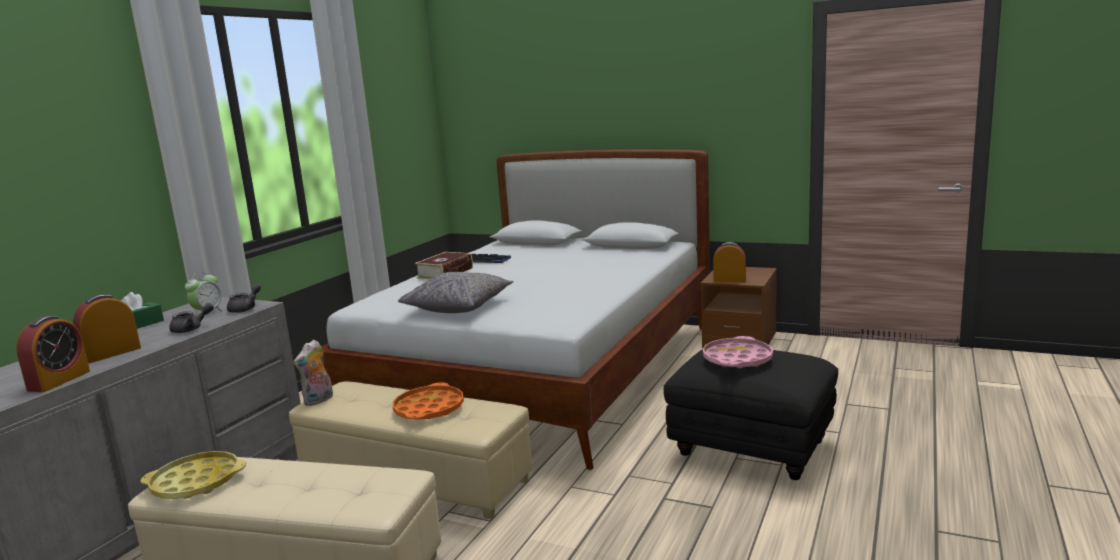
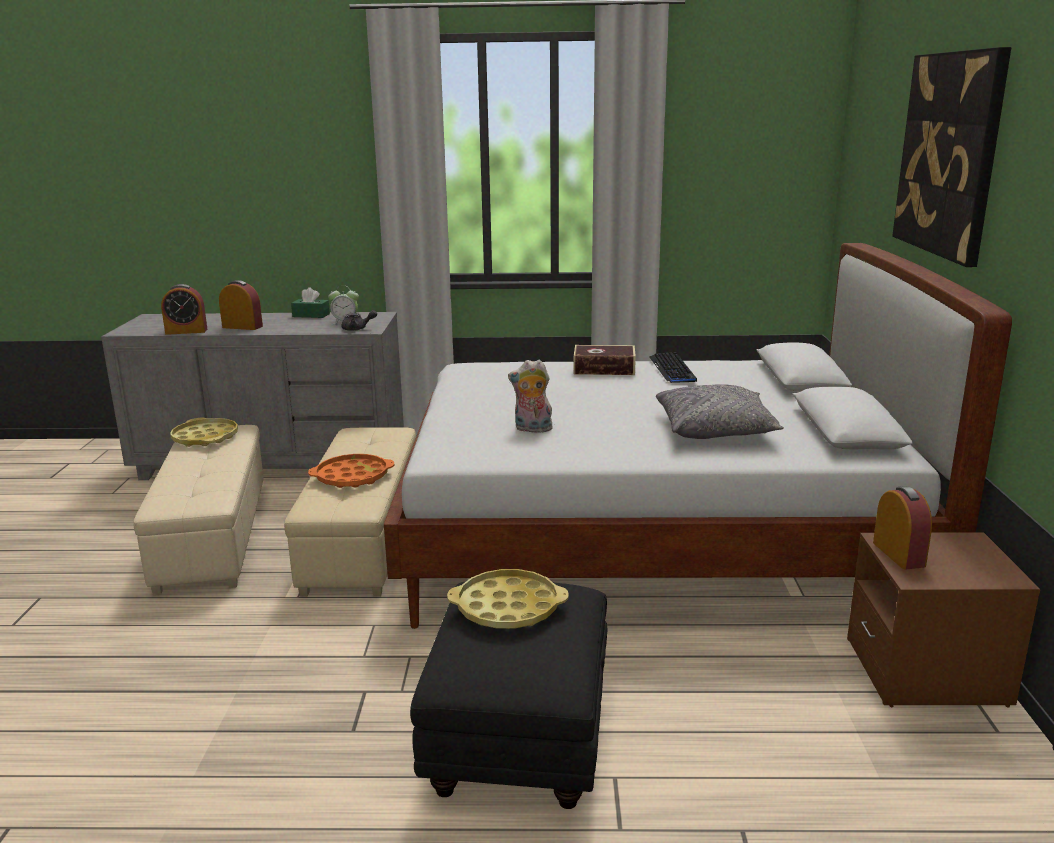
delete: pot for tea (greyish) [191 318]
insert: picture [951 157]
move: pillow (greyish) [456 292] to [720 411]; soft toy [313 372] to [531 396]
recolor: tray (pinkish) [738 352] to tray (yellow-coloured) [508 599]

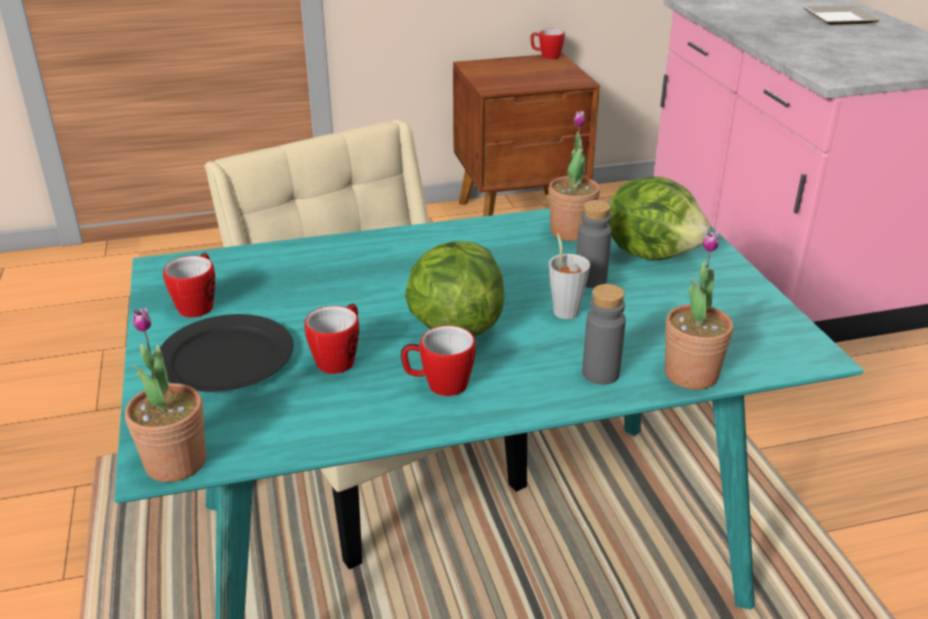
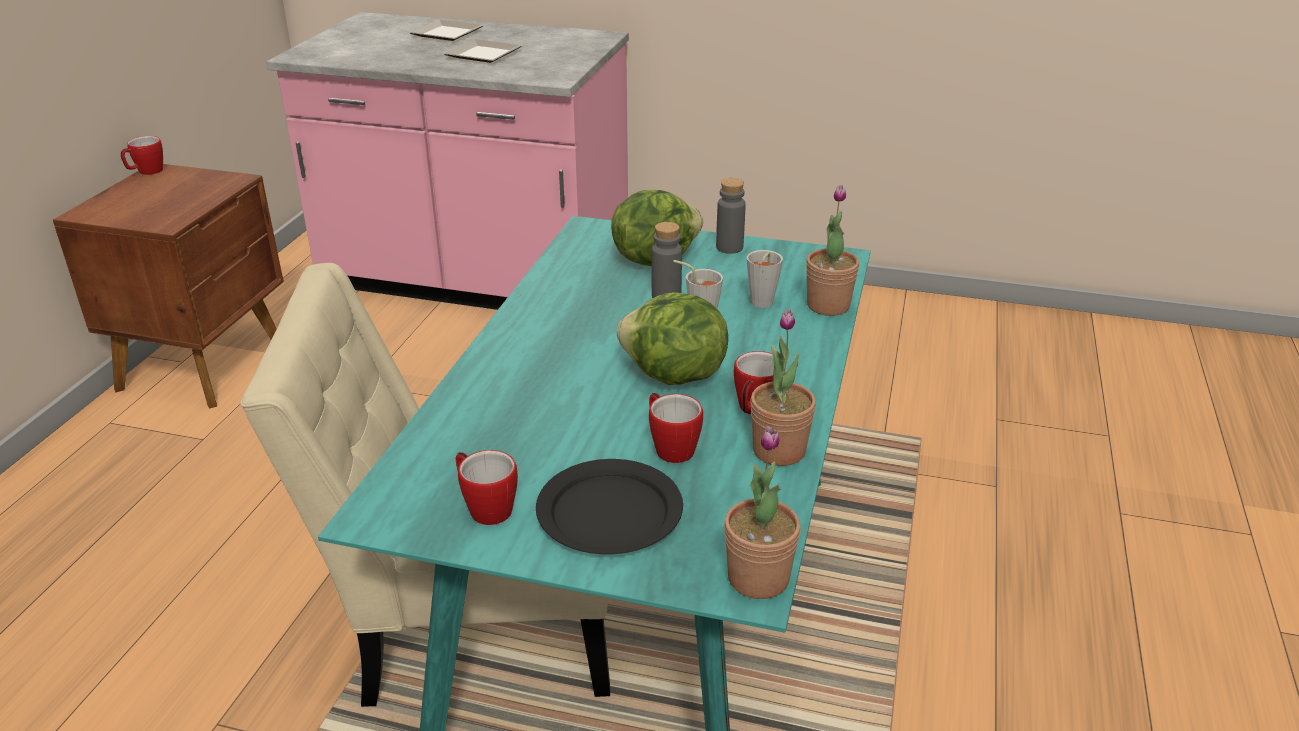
insert: flat dish [482 51]; small cup (greyish) [765 279]
move: houseplant [574 176] to [783 387]; beverage bottle (greyish) [604 334] to [731 216]

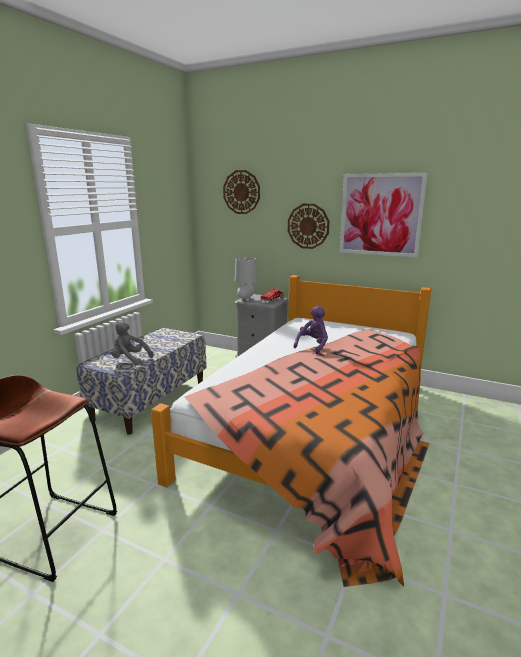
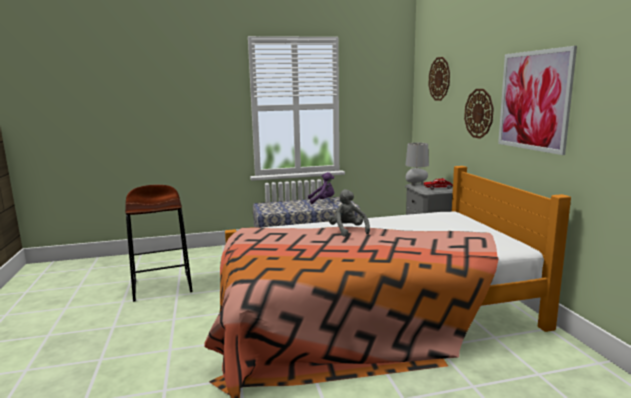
move: soft toy (purple-coloured) [310 330] to [321 188]; soft toy (greyish) [132 343] to [349 213]

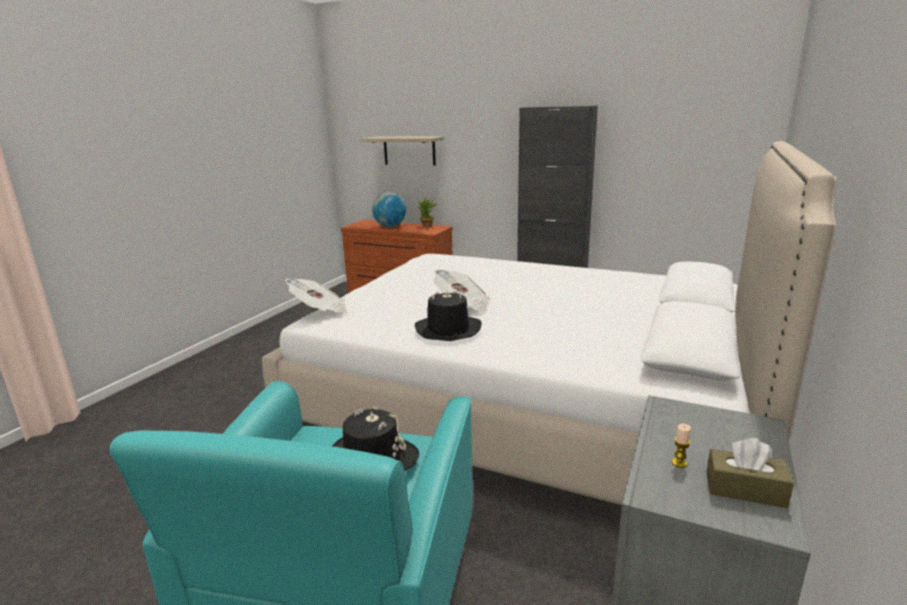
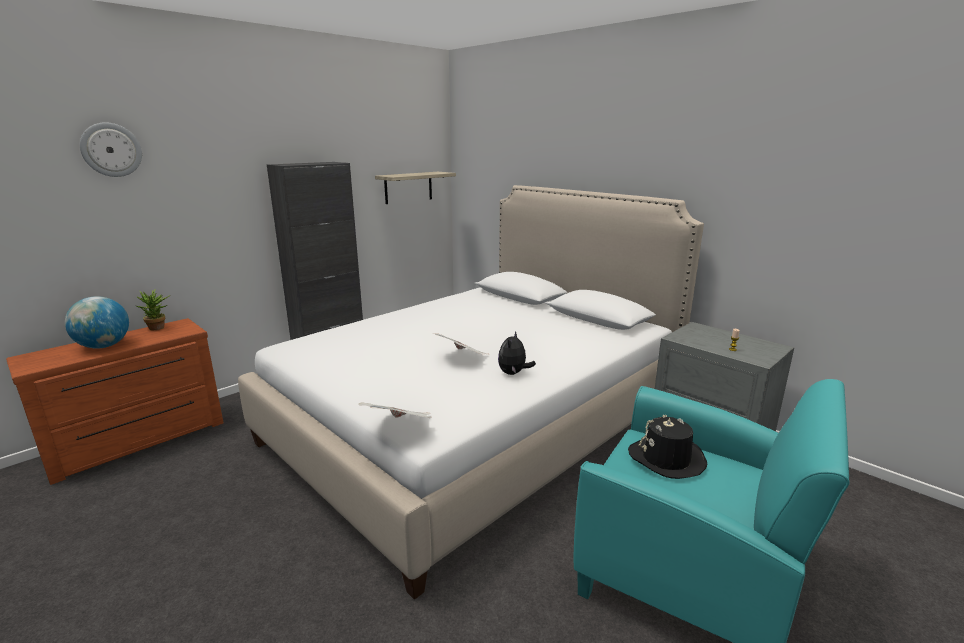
delete: box of tissues (brownish) [750 473]
insert: clock on the wall [111 149]
move: bracket shelf [402 151] to [415 188]
replace: wearable hat (black) [448 316] to soft toy [517 353]

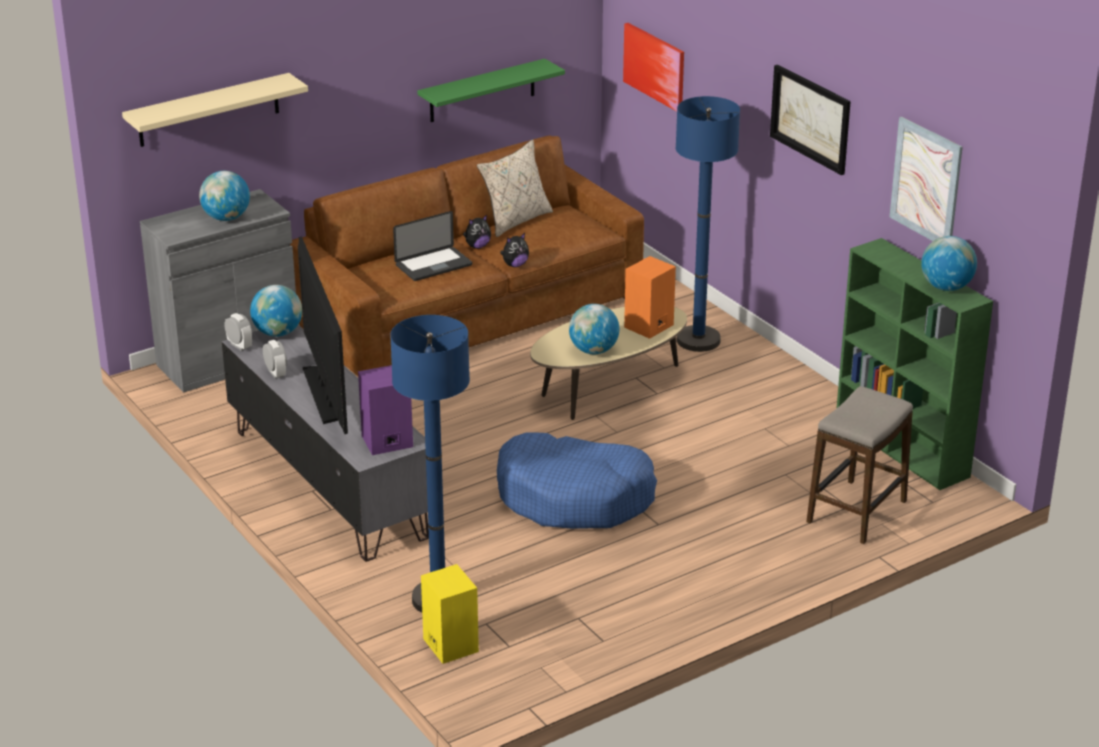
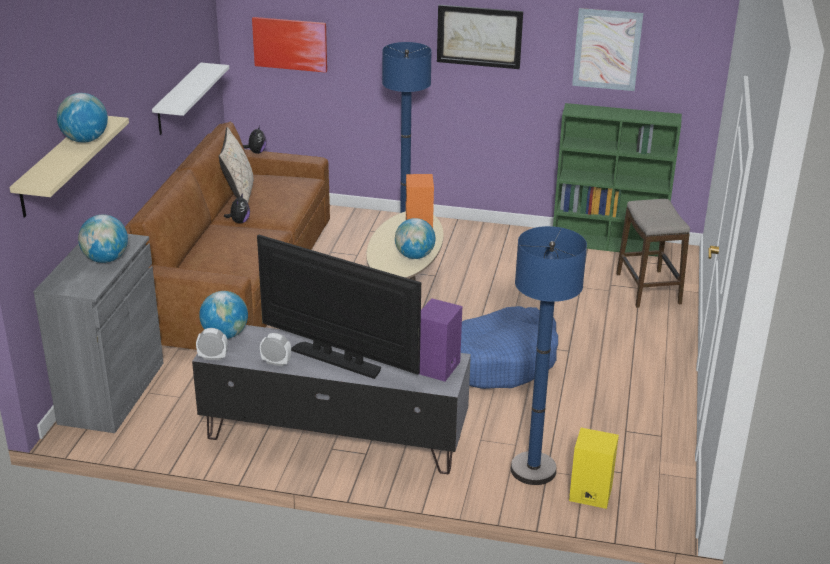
delete: portable computer [432 246]
move: soft toy [514 250] to [255 140]; globe [949 263] to [82 118]
recolor: bracket shelf (green-coloured) [491 90] to bracket shelf (white-coloured) [190 98]

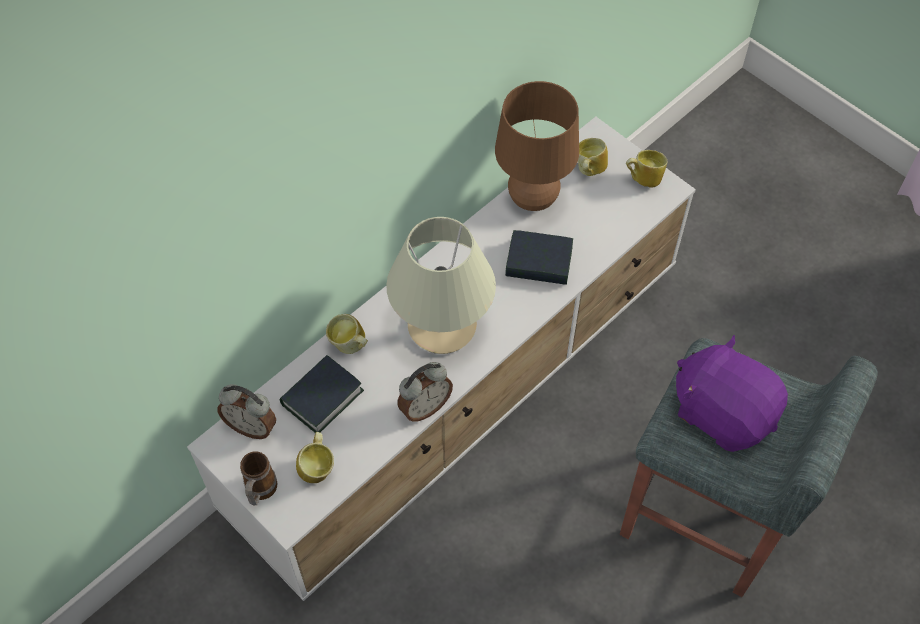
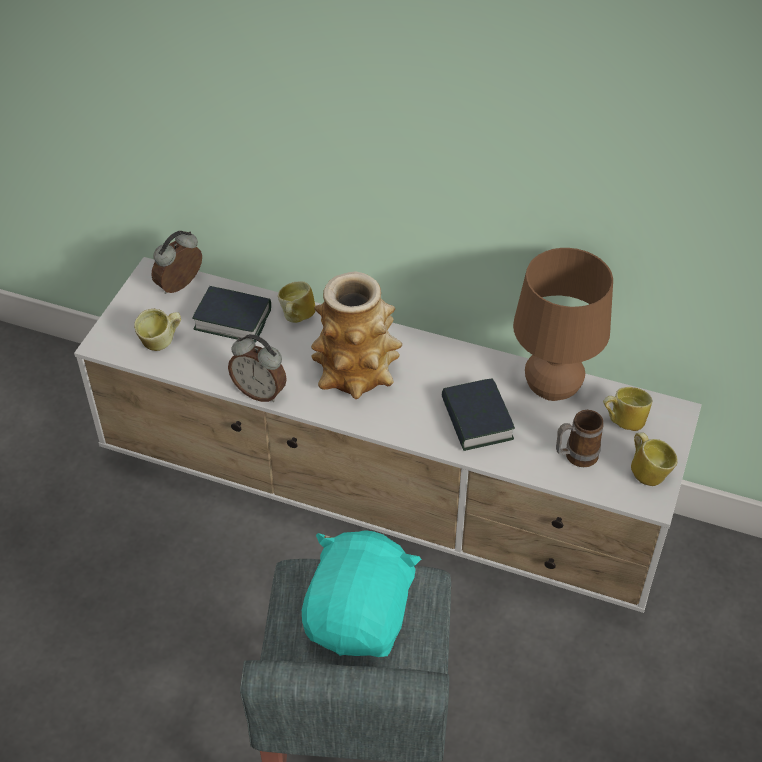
move: coffee mug [258 478] to [580 438]
replace: table lamp (beige) [441 285] to vase [356 335]
recolor: soft toy (purple-coloured) [732 393] to soft toy (turquoise) [361 593]
rotate: bedside clock [246 411] = [176 262] 45 degrees clockwise

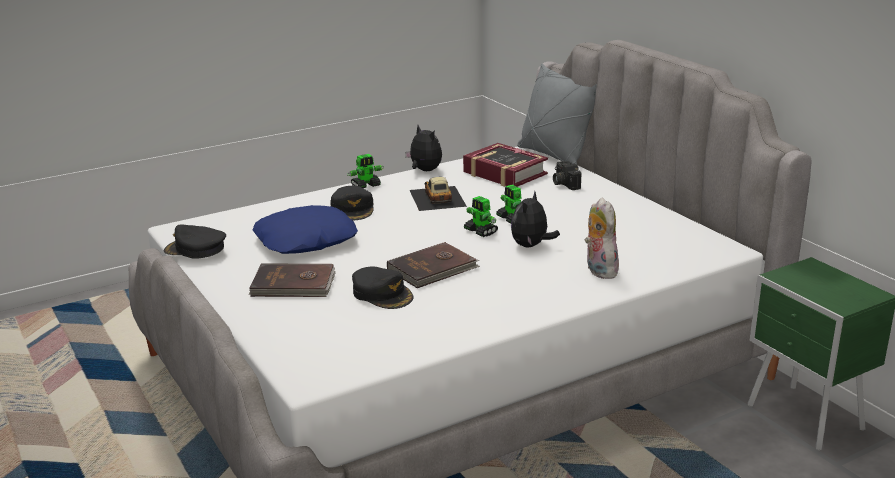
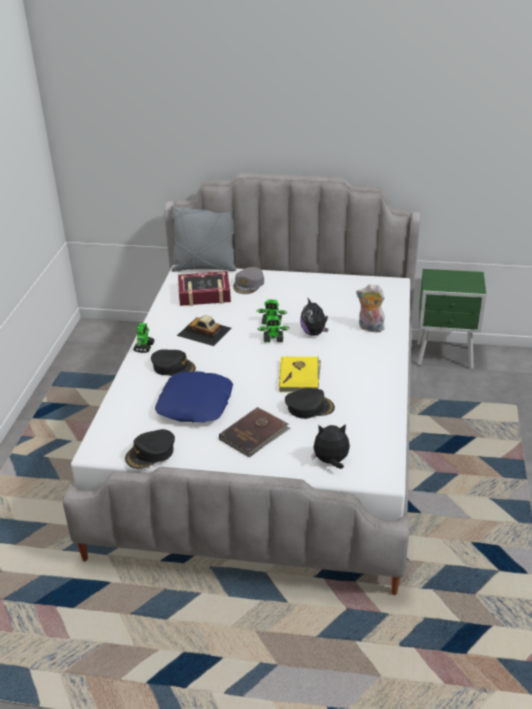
move: soft toy [423 148] to [330 446]
replace: still camera [567 175] to peaked cap (greyish) [248 280]
recolor: book (brownish) [433 265] to book (yellow-coloured) [300 374]

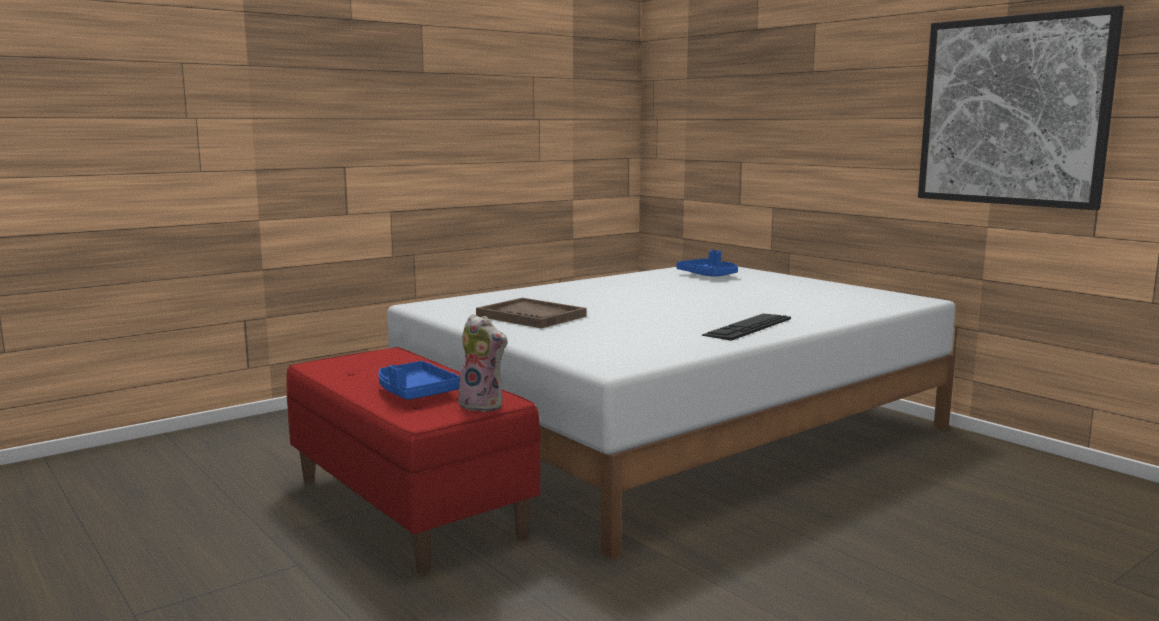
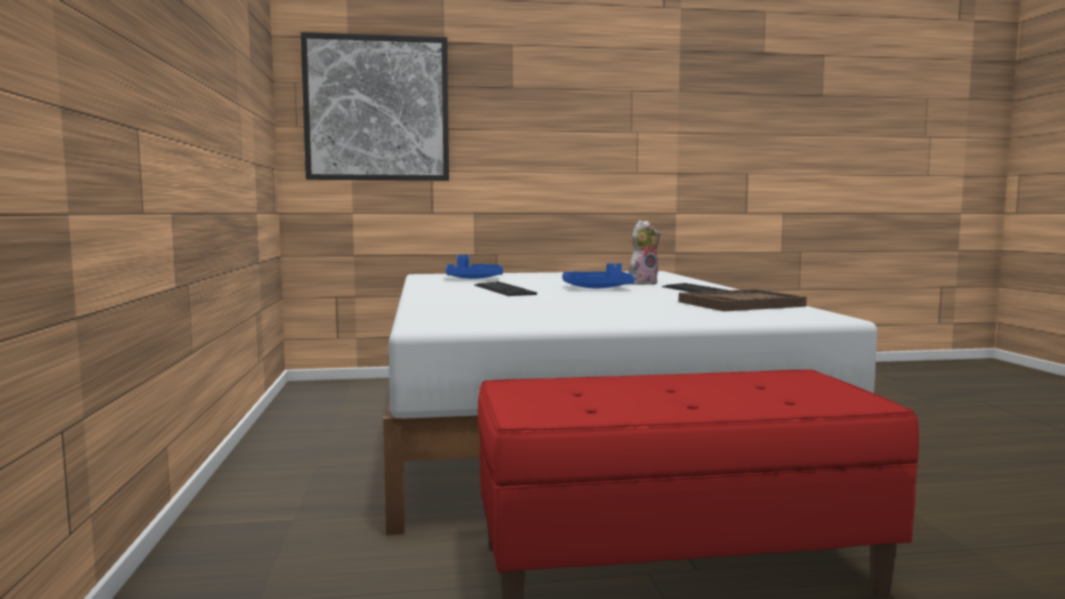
insert: computer keyboard [505 288]
move: picture [1021 108] to [375 106]; tray (brownish) [531 313] to [743 300]; soft toy [481 363] to [644 252]; tray (blue-coloured) [419 380] to [598 275]

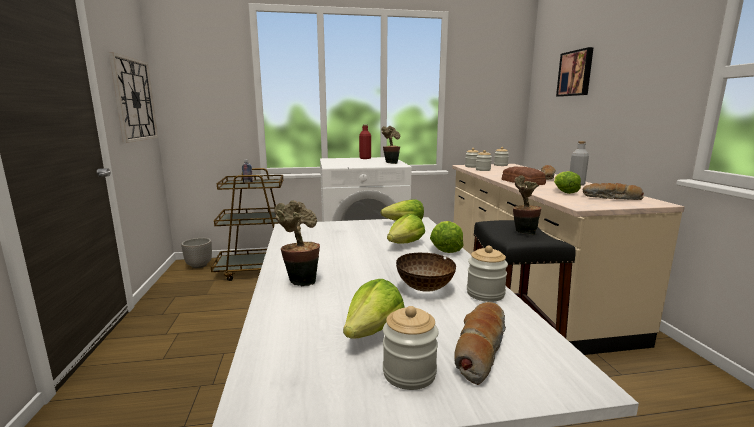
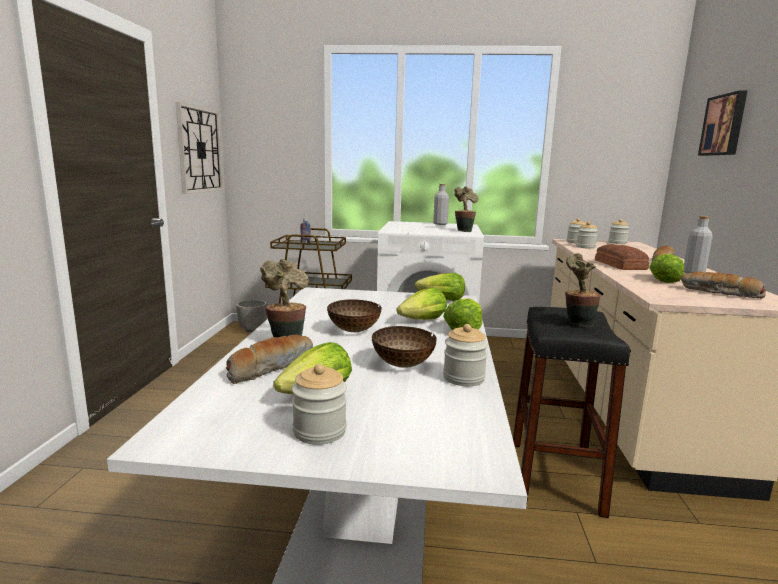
insert: serving bowl [354 315]
move: bakery bread [480 343] to [269 359]
recolor: beverage bottle (red) [365 141] to beverage bottle (greyish) [441 204]

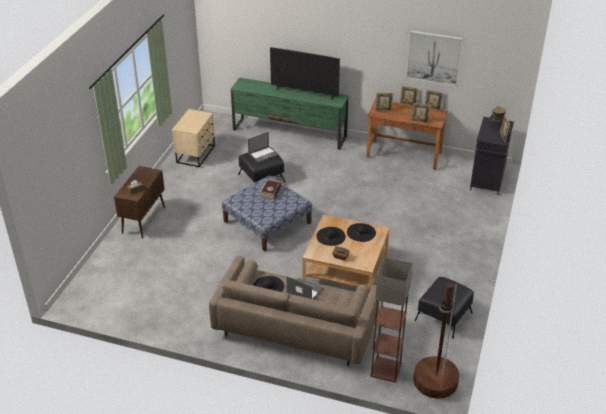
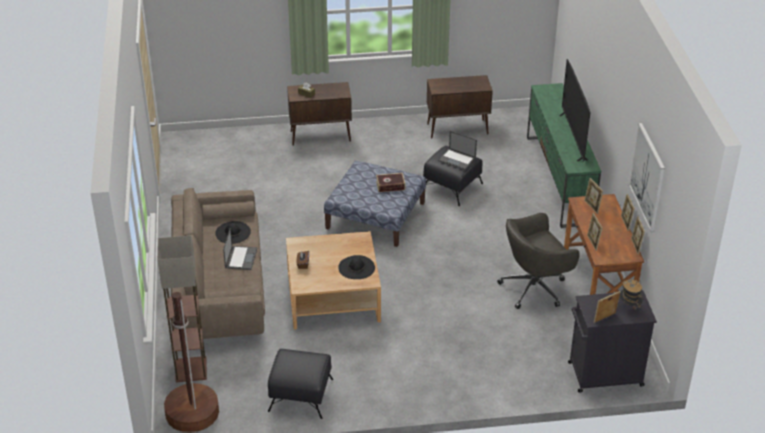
delete: wearable hat (black) [331 236]
insert: computer chair (greyish) [538 261]
replace: night table (beige) [193 138] to cupboard (brownish) [460 106]

